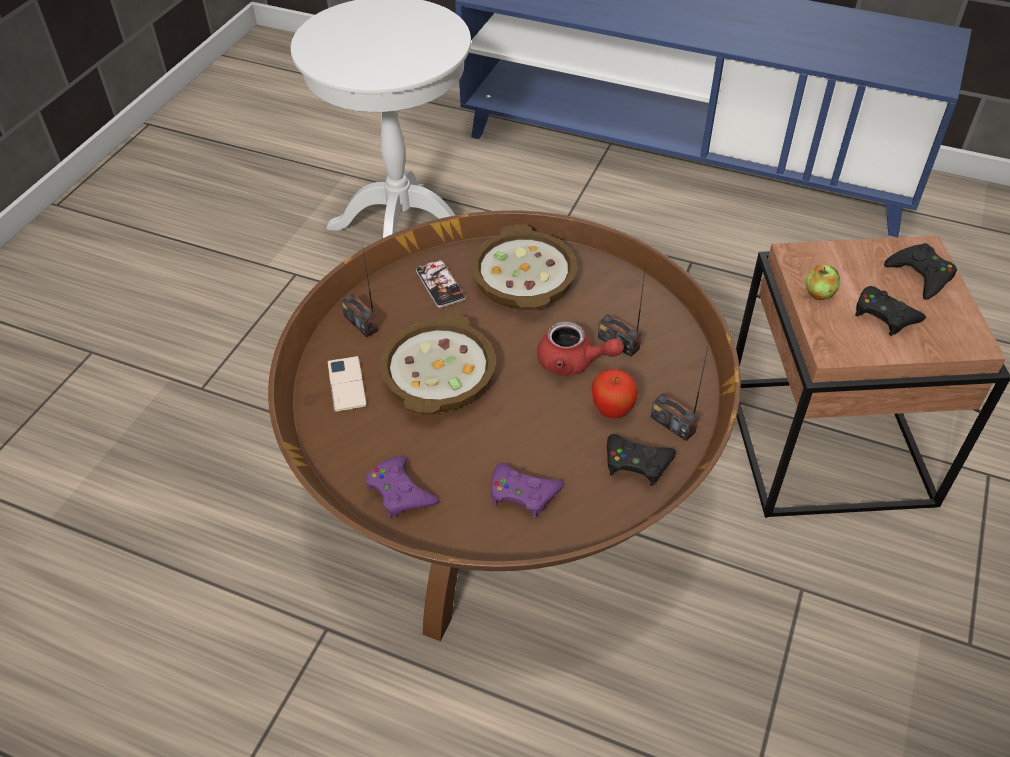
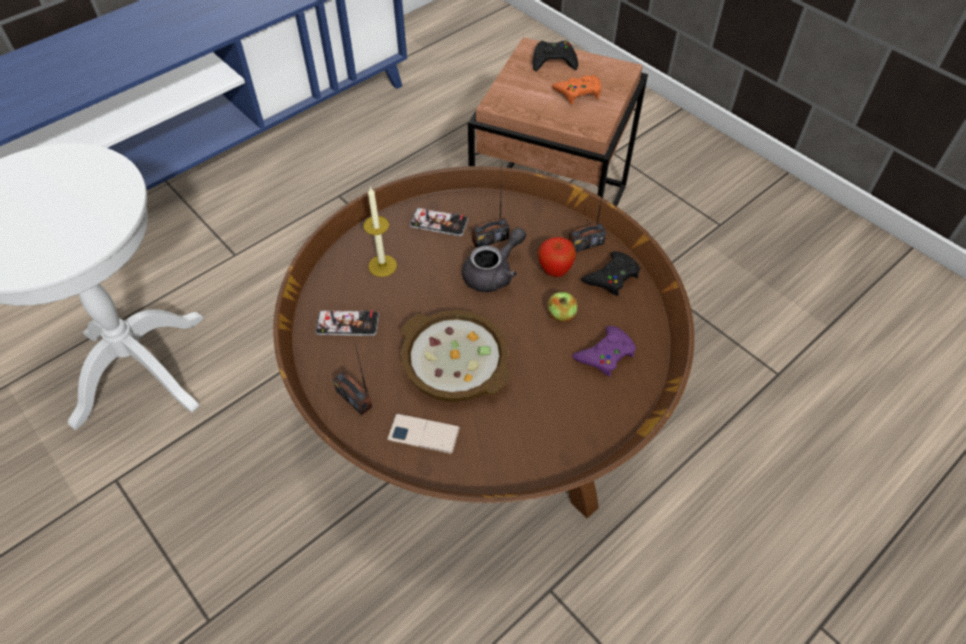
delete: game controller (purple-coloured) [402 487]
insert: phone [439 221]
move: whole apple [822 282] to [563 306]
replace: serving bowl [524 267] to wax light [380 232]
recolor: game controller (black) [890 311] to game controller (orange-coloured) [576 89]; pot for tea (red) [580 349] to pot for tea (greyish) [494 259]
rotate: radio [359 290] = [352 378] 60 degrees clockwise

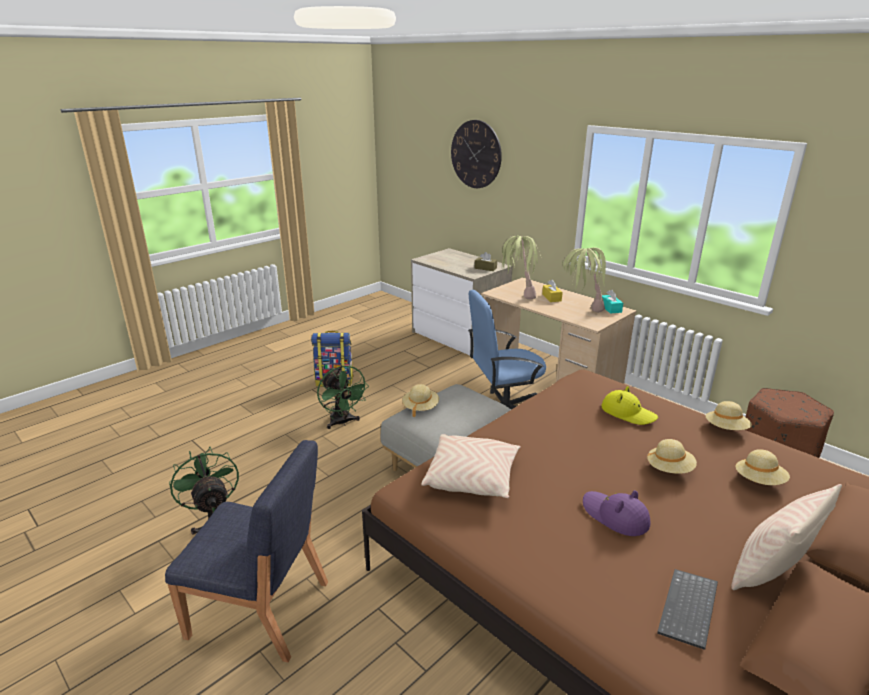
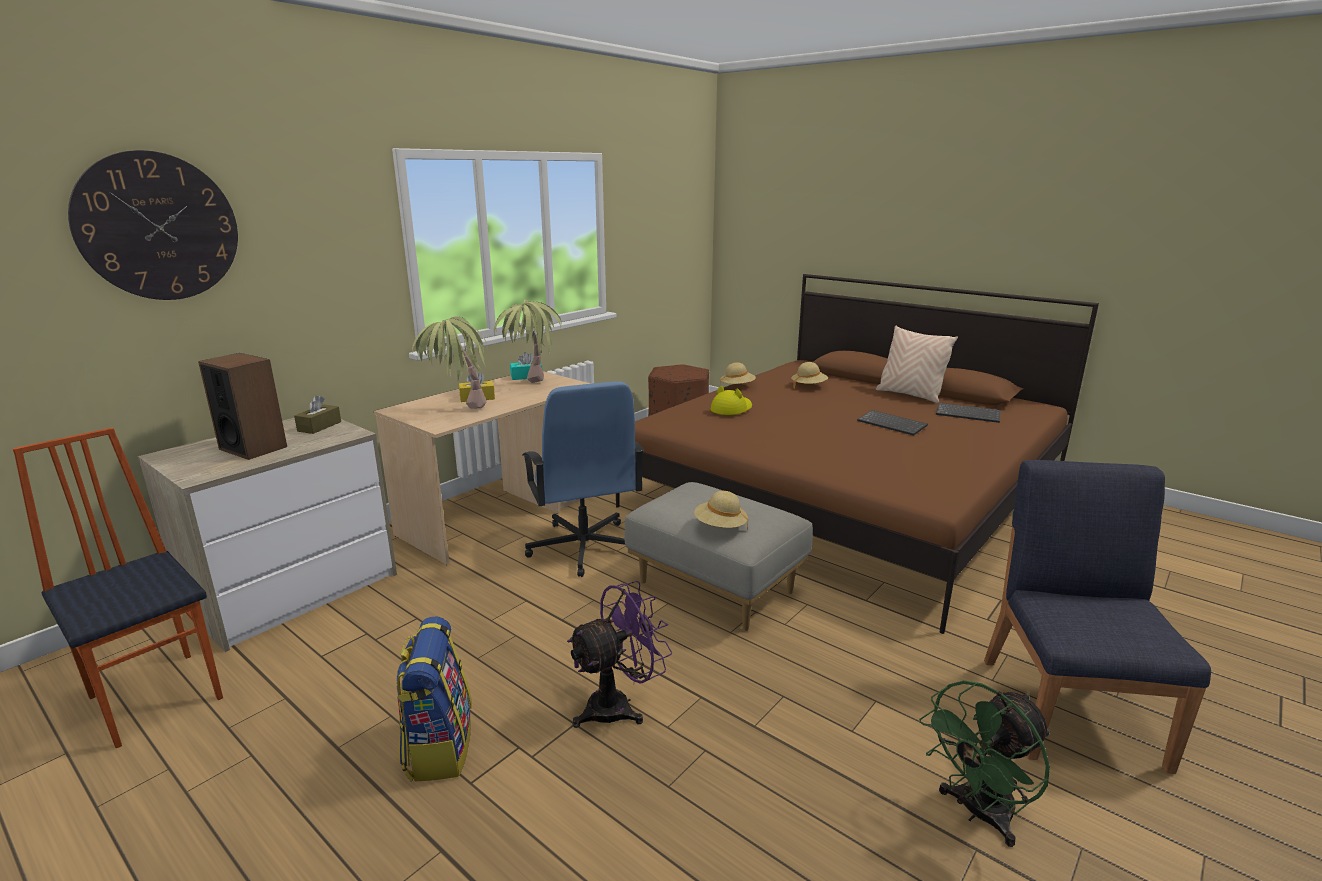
delete: pillow (beige) [471 466]; wearable hat (beige) [671 456]
insert: loudspeaker [242 406]; chair [118 588]
replace: wearable hat (purple-coloured) [616 513] to computer keyboard [892 423]
recolor: fan (green-coloured) [343 397] to fan (purple-coloured) [619 654]

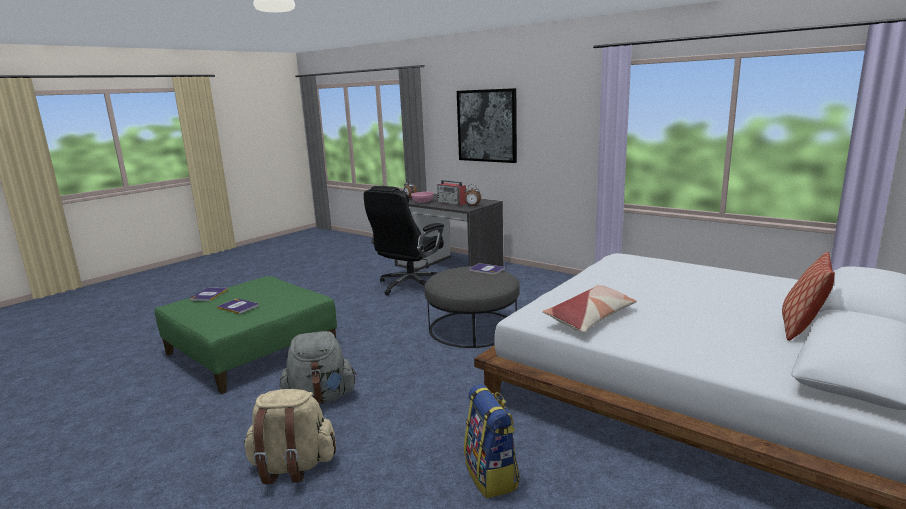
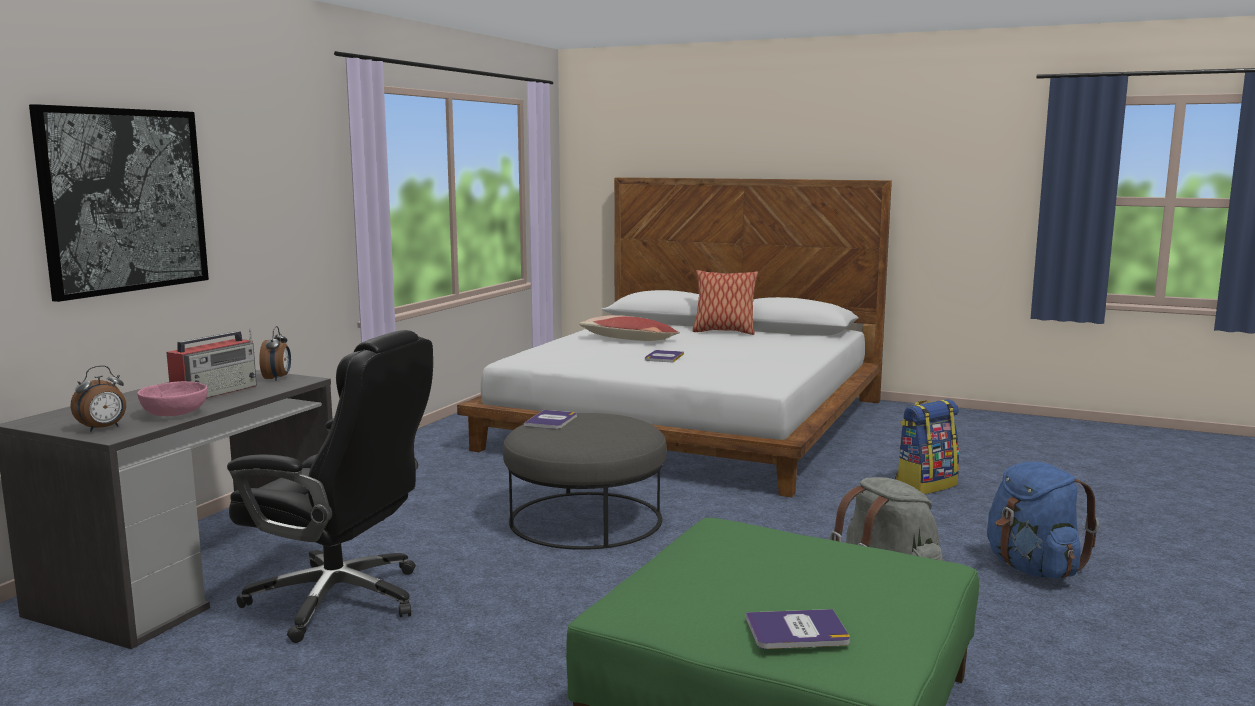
move: pillow [589 309] to [629 328]; book [237 306] to [664 356]
recolor: rucksack (beige) [290 436] to rucksack (blue-coloured) [1043 520]

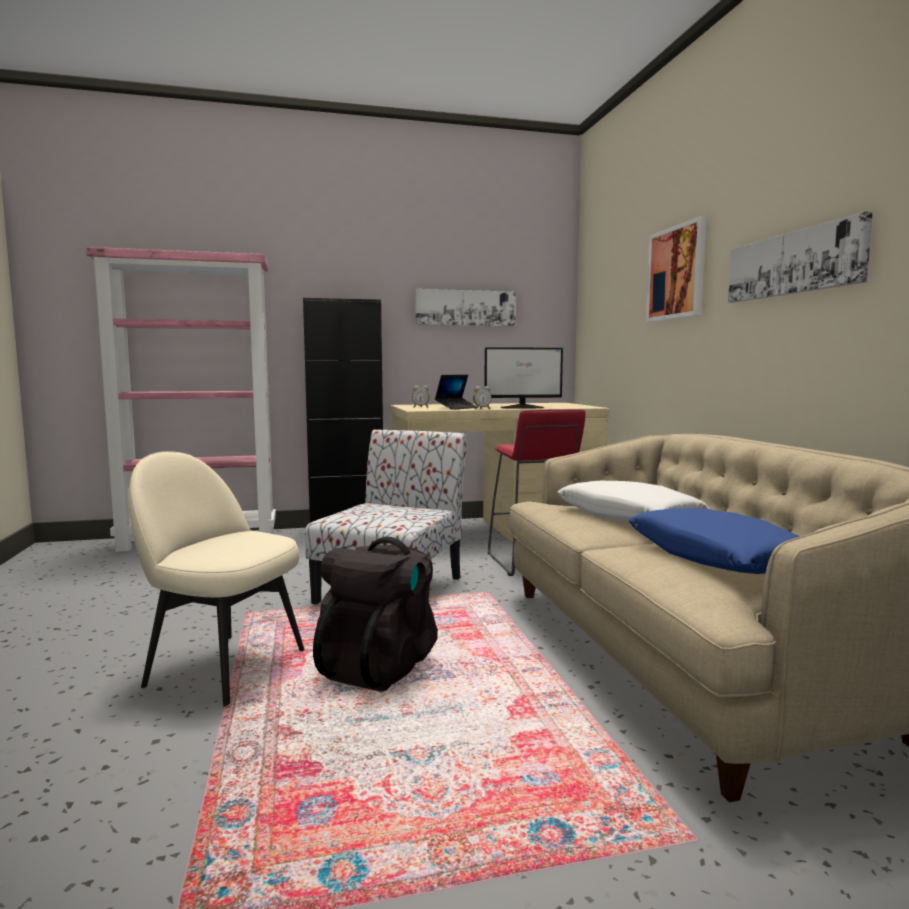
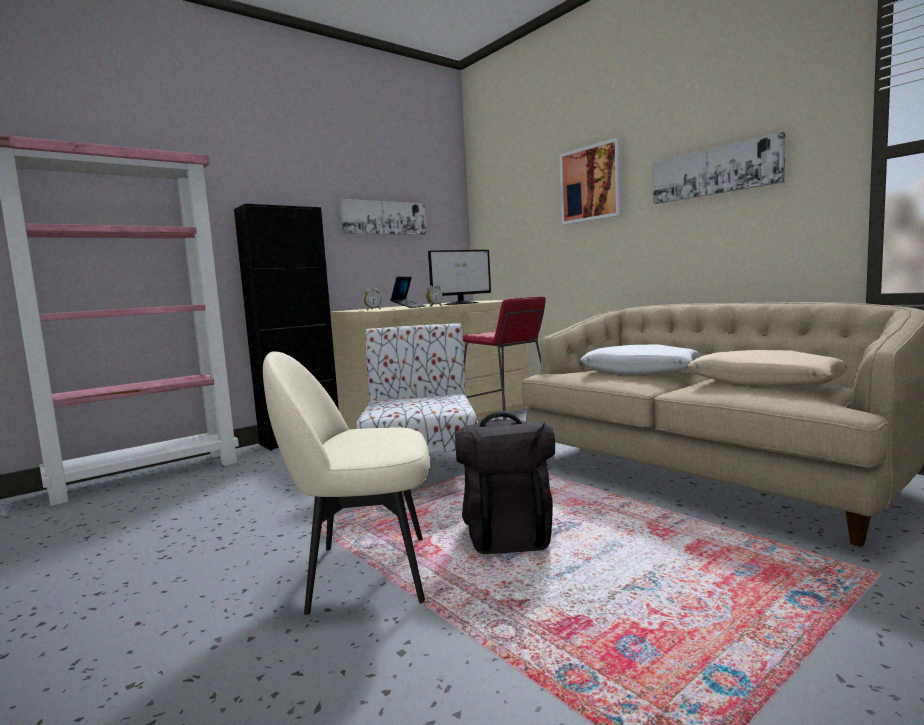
recolor: pillow (blue-coloured) [714 541] to pillow (beige) [768 368]

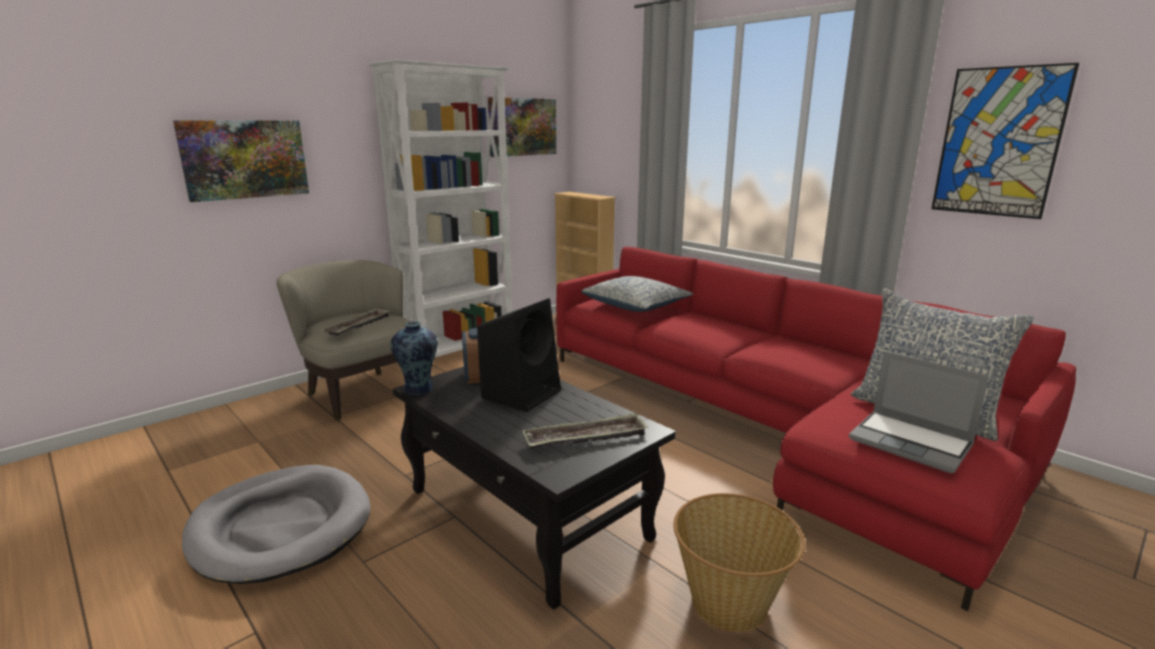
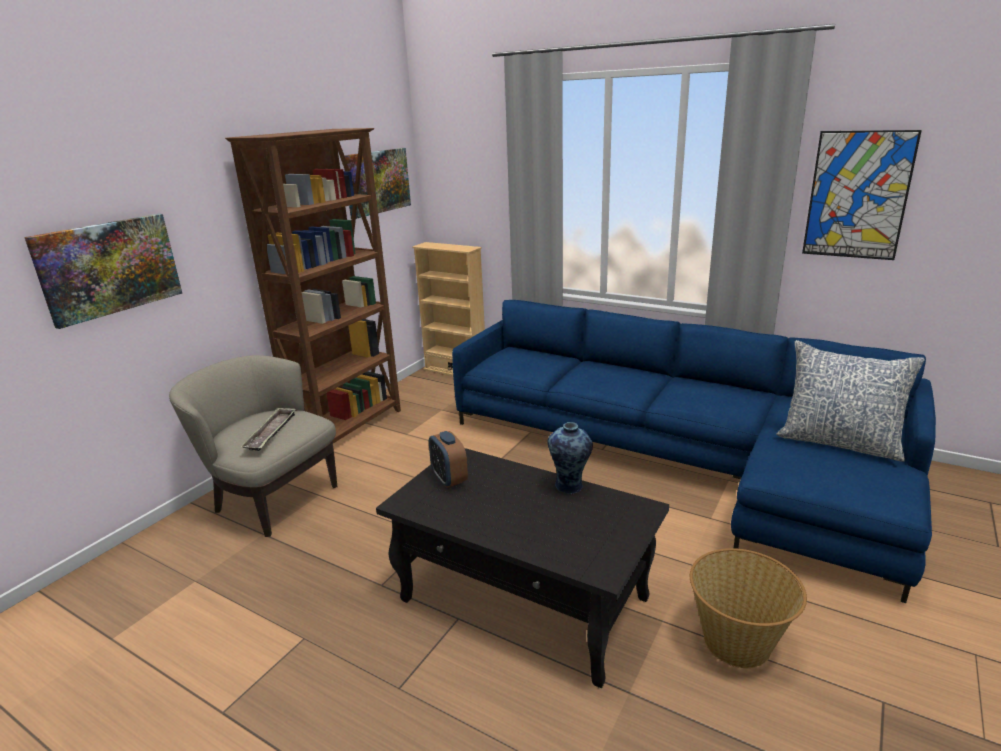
delete: pillow [637 294]; loudspeaker (black) [519 355]; portable computer [919 412]; tray [585 431]; dog bed (greyish) [276 524]
move: vase [414 358] to [570 458]
recolor: shelving unit (white-coloured) [440 208] to shelving unit (brownish) [313 293]; sofa (red) [816 429] to sofa (blue-coloured) [694 451]

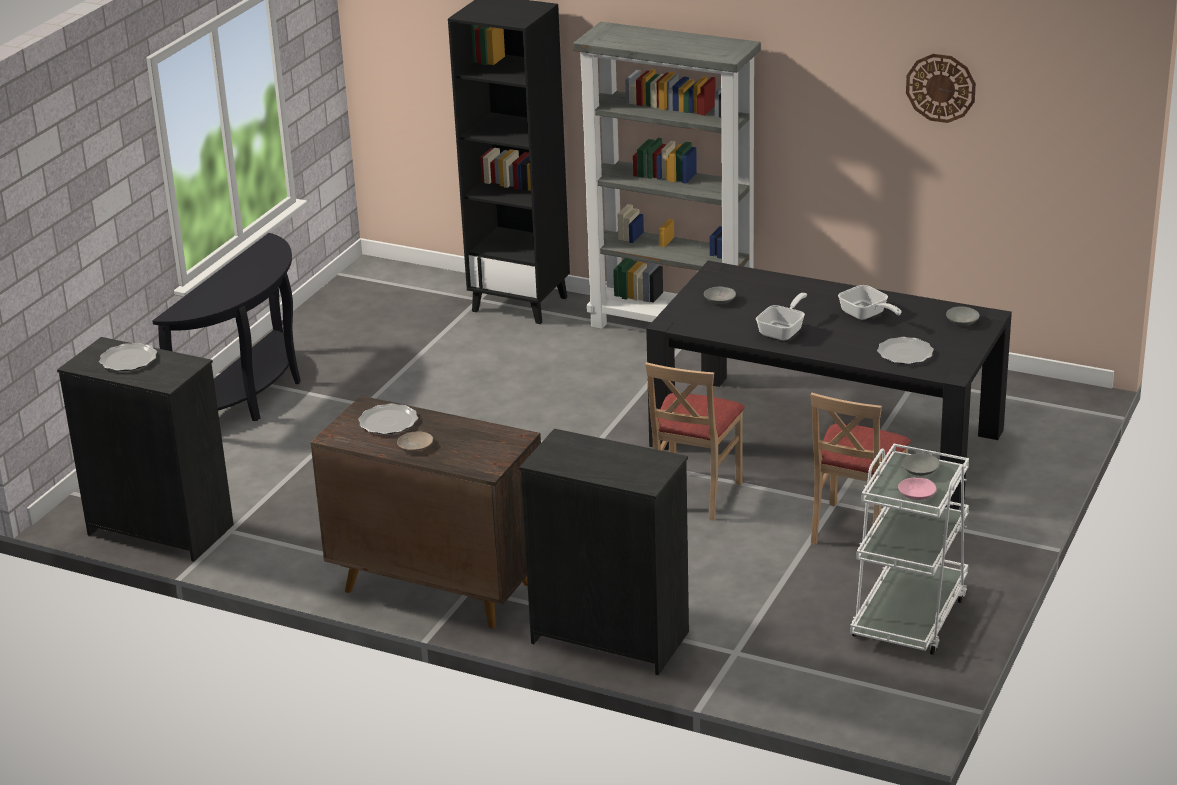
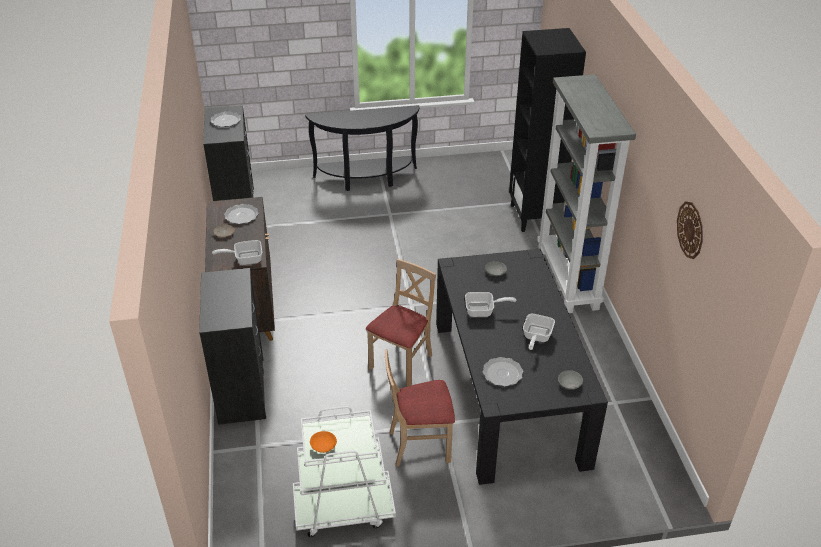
delete: serving bowl (greyish) [921 464]
insert: pan [237 252]
recolor: serving bowl (pinkish) [917 489] to serving bowl (orange-coloured) [323 442]
rotate: chair (beige) [695 441] = [401 322] 135 degrees clockwise

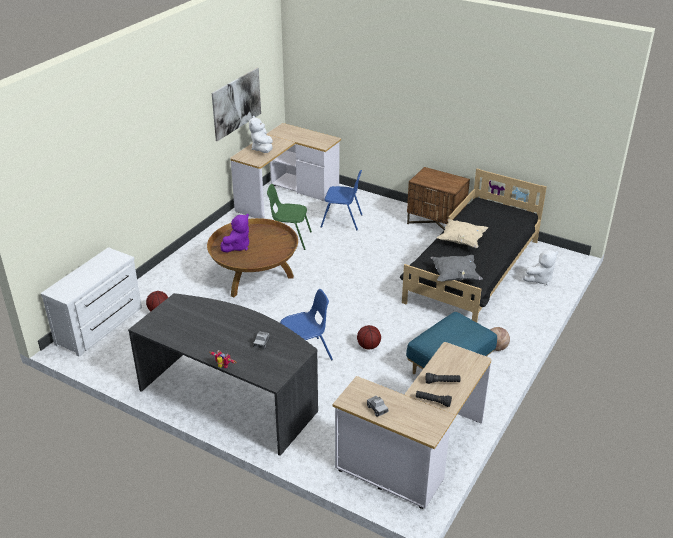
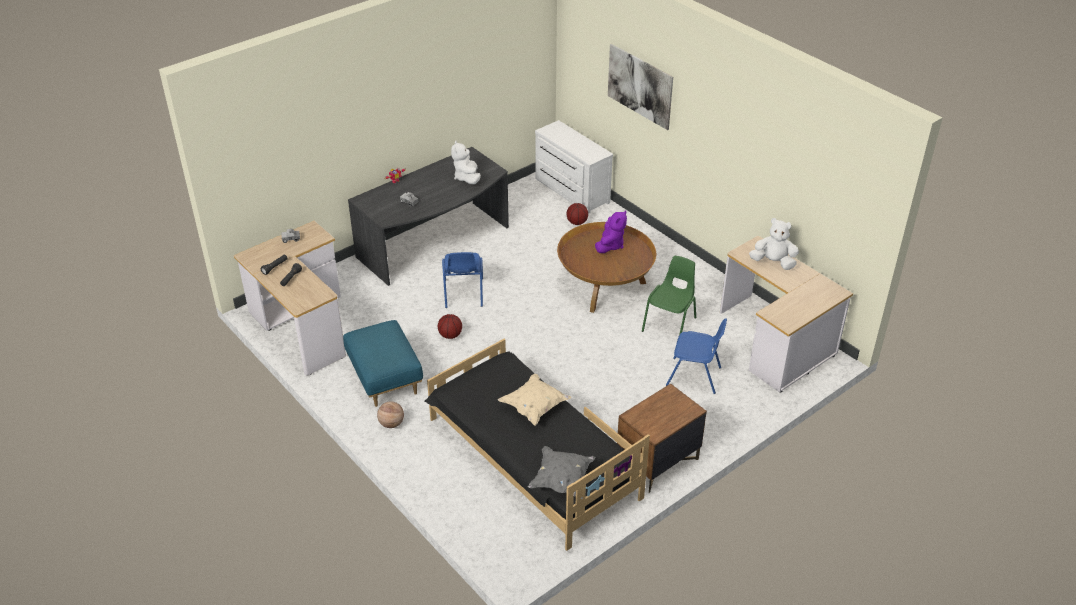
move: picture [236 104] to [640 87]; soft toy (white-coloured) [540 267] to [466 162]; pillow (greyish) [457 268] to [562 472]
rotate: chair (blue-coloured) [341 200] = [696 356] 105 degrees counterclockwise; soft toy (purple-coloured) [234 233] = [611 231] 120 degrees counterclockwise

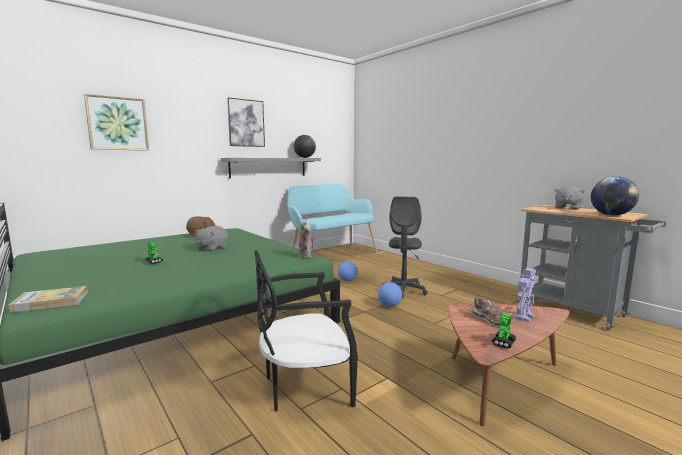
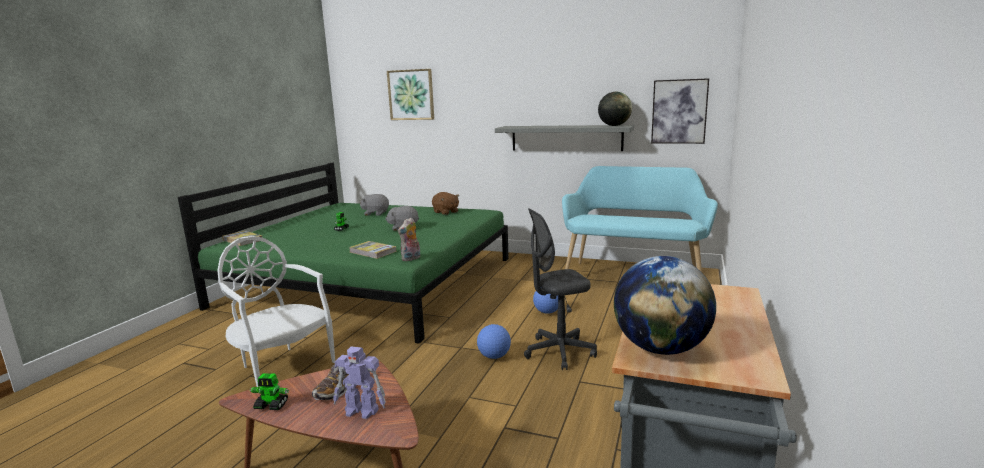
insert: book [372 250]
move: picture [246 122] to [680 111]; soft toy (greyish) [569 198] to [374 204]
recolor: chair (black) [306 330] to chair (white-coloured) [276 311]

